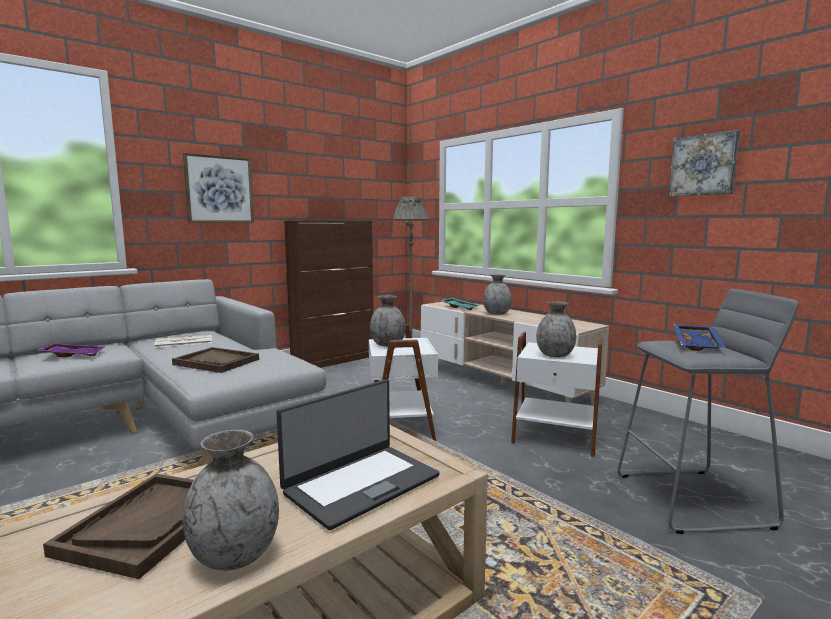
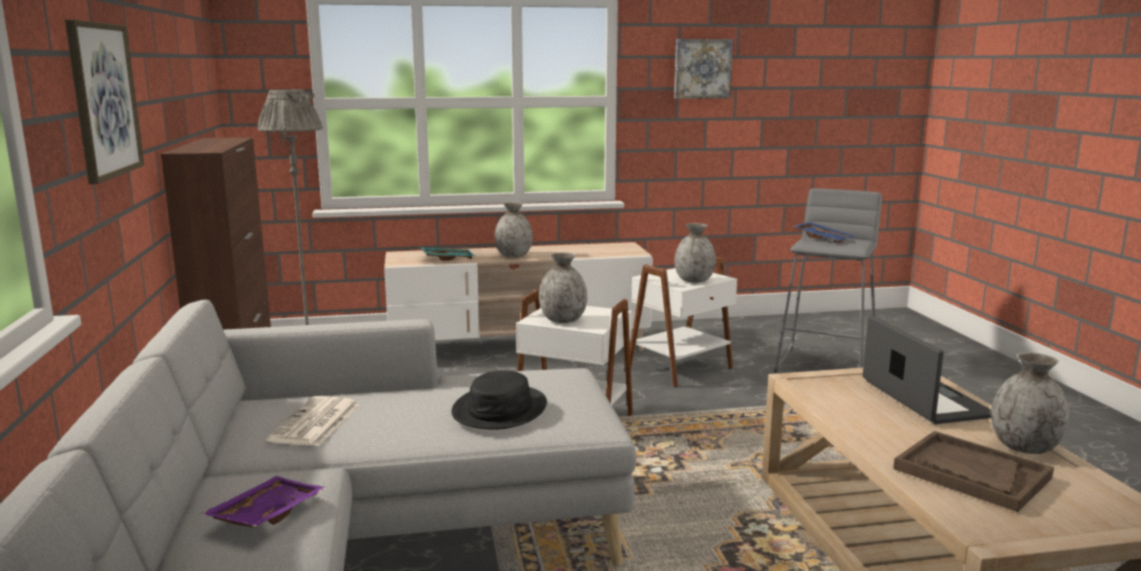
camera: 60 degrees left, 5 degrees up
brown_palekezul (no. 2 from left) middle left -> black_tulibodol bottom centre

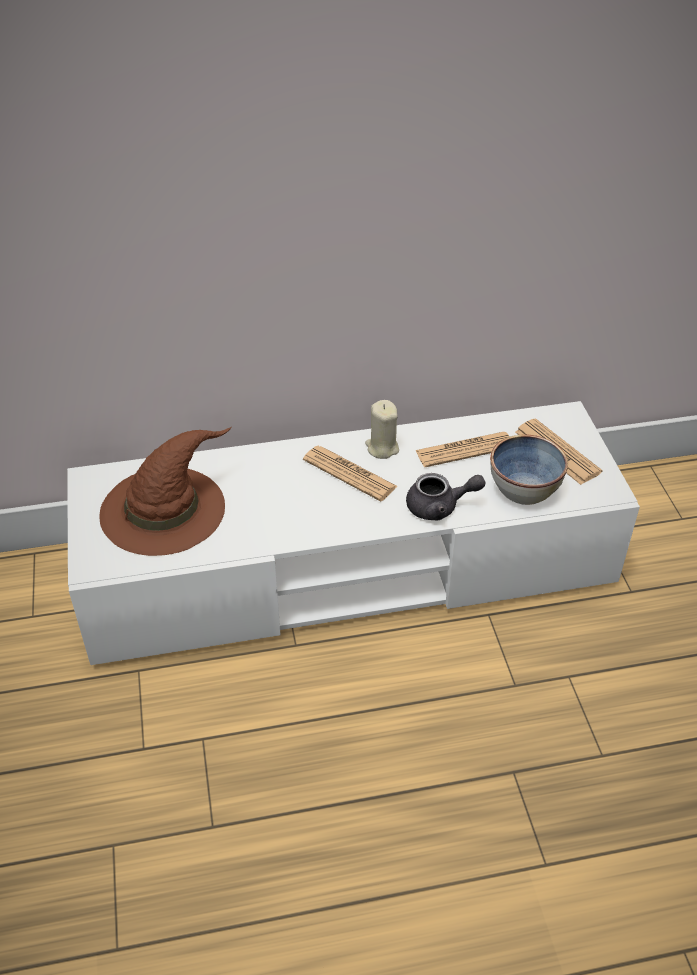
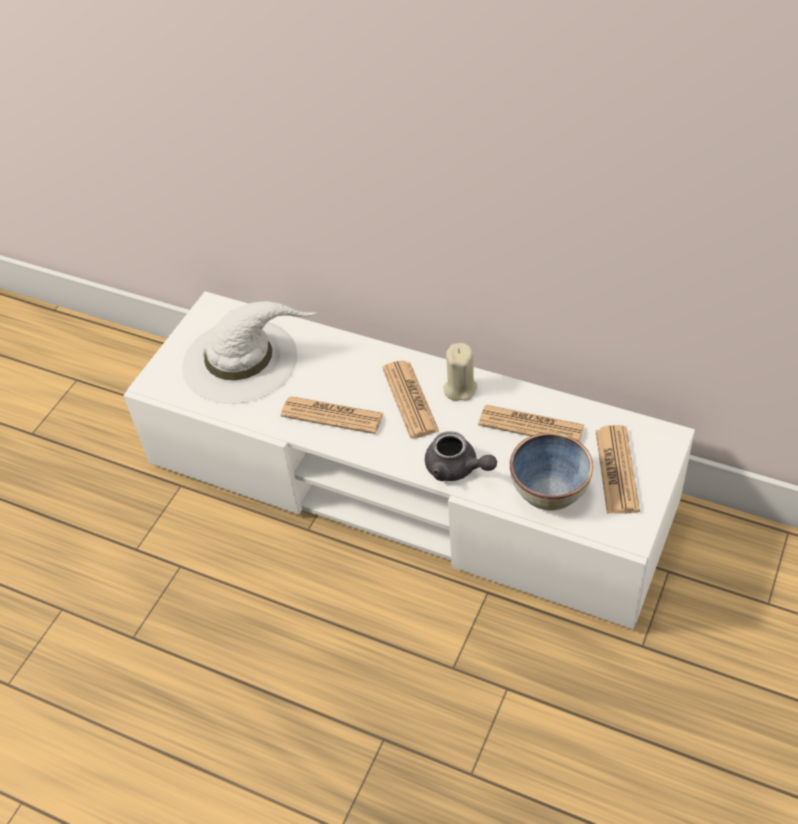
camera: 40 degrees right, 5 degrees up
brown_tulibodol middle left -> white_tulibodol middle left
none -> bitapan (no. 1 from left) centre

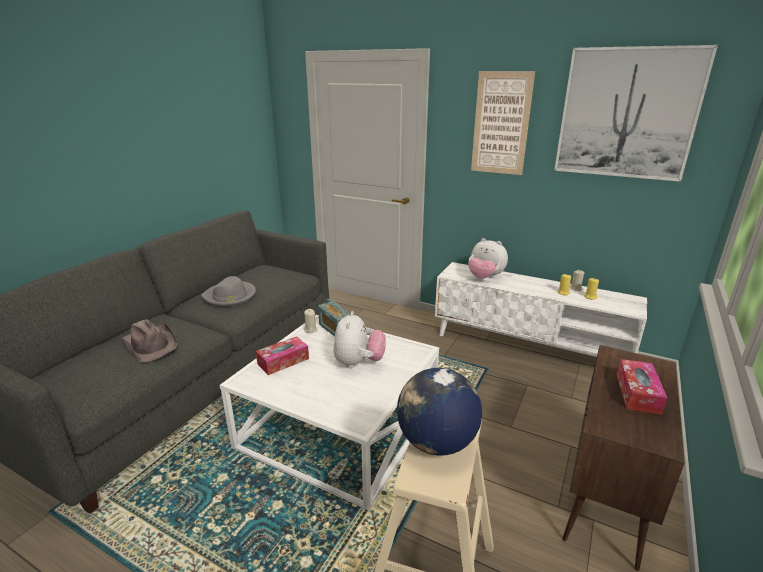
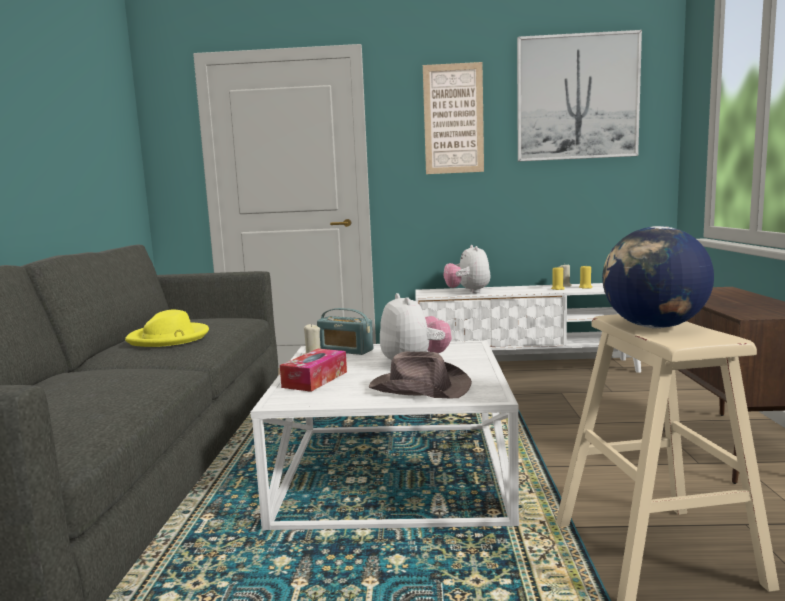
camera: 25 degrees left, 15 degrees down
brown_tulibodol middle left -> brown_tulibodol centre, relocated
grey_tulibodol middle left -> yellow_tulibodol middle left
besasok (no. 2 from left) centre, 75 degrees clockwise
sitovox (no. 2 from left) bottom right -> none

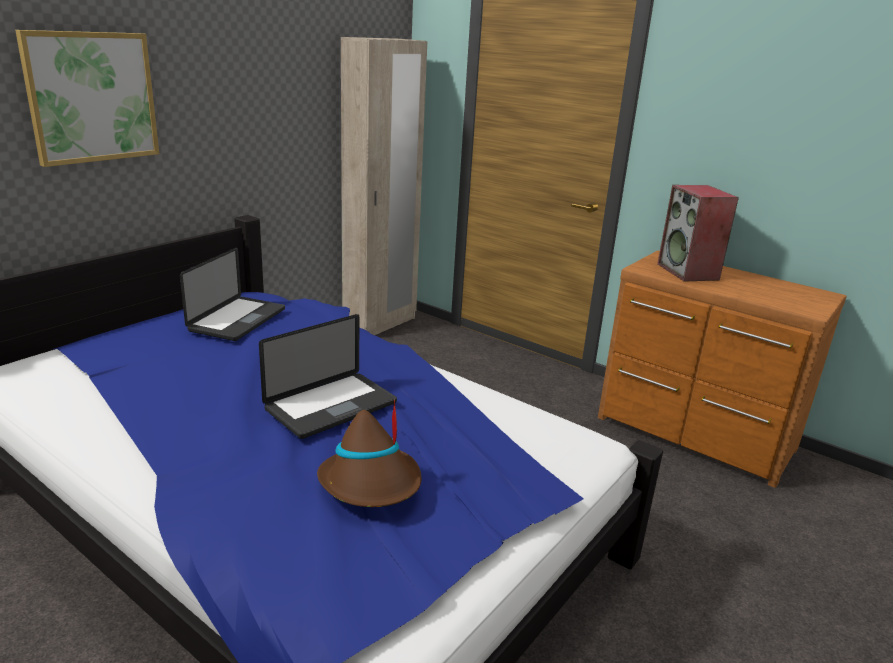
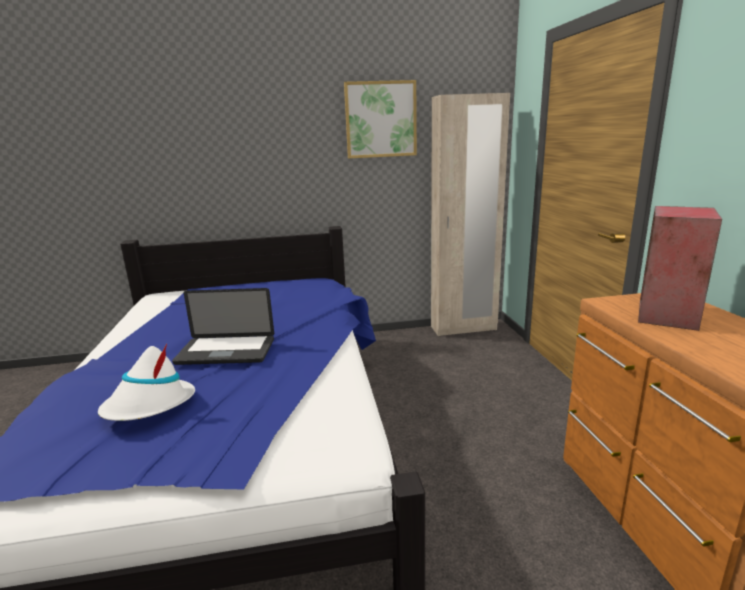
camera: 45 degrees right, 5 degrees down
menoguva top left -> menoguva top centre, relocated
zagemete (no. 1 from left) middle left -> none
brown_tulibodol bottom centre -> white_tulibodol middle left

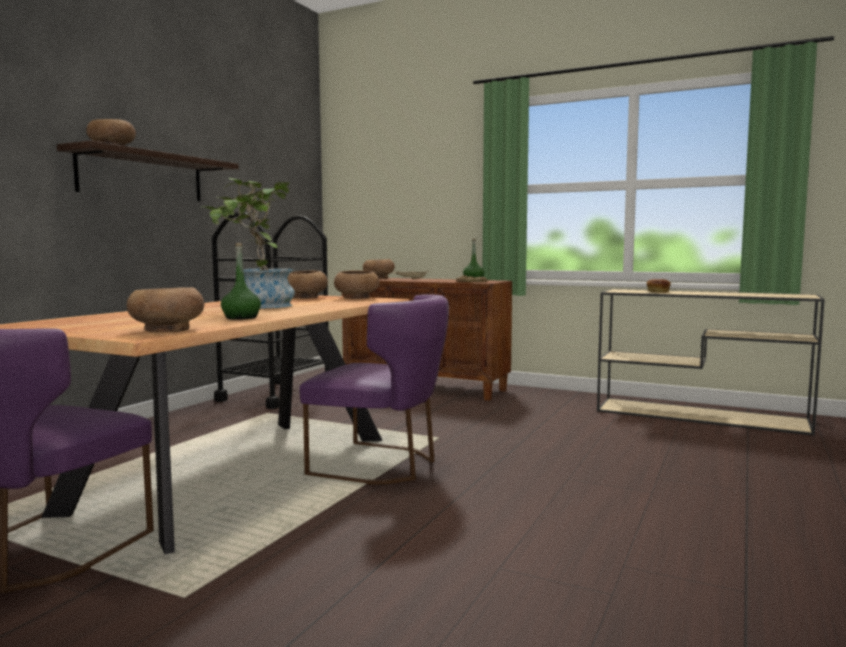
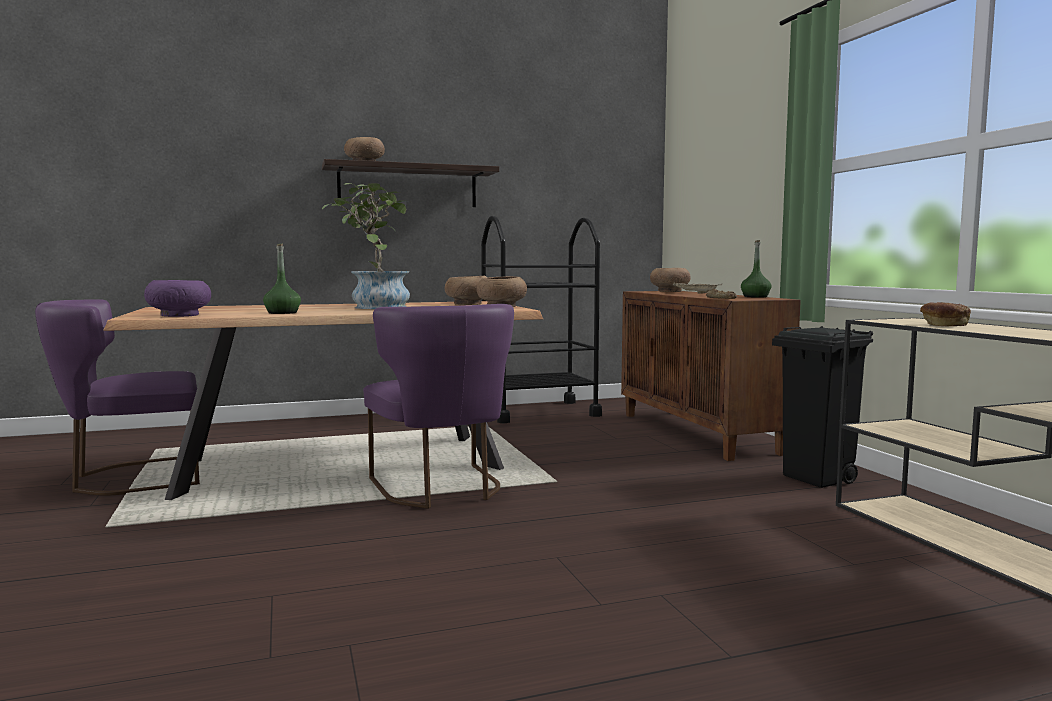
camera: 45 degrees right, 0 degrees up
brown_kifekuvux (no. 2 from left) middle left -> purple_kifekuvux middle left
none -> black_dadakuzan middle right

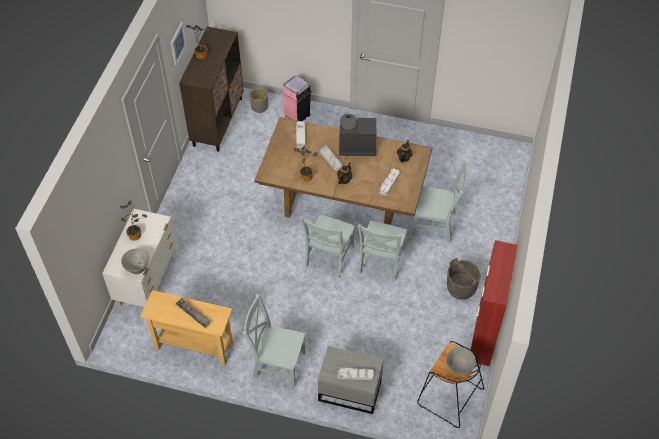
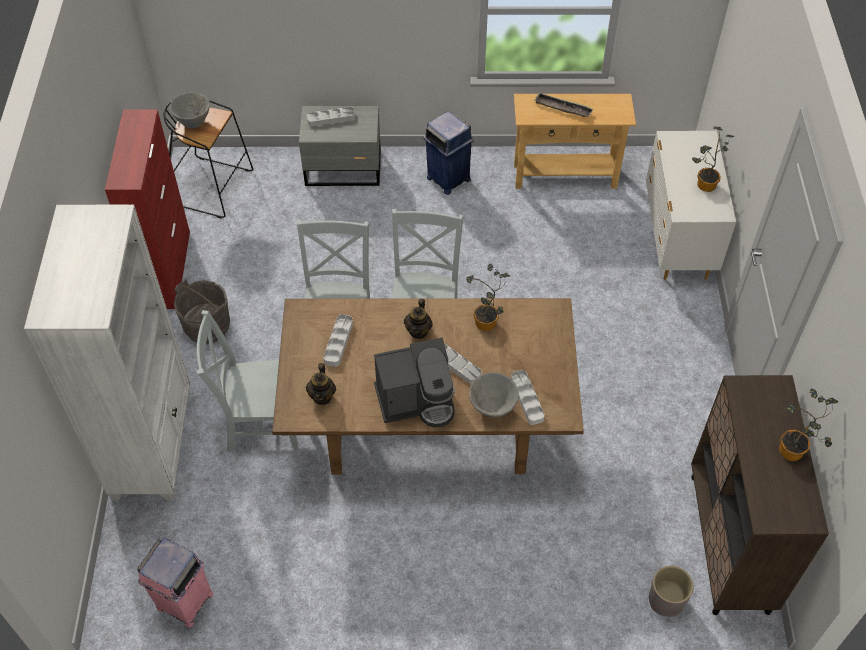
camera: 165 degrees right, 0 degrees up
grey_kifekuvux (no. 1 from left in the first image) middle left -> grey_kifekuvux (no. 2 from left) centre, relocated
menoguva top left -> none
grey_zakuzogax (no. 1 from left) bottom centre -> blue_dadakuzan top centre
pink_dadakuzan top centre -> pink_dadakuzan bottom left, relocated
none -> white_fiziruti middle left

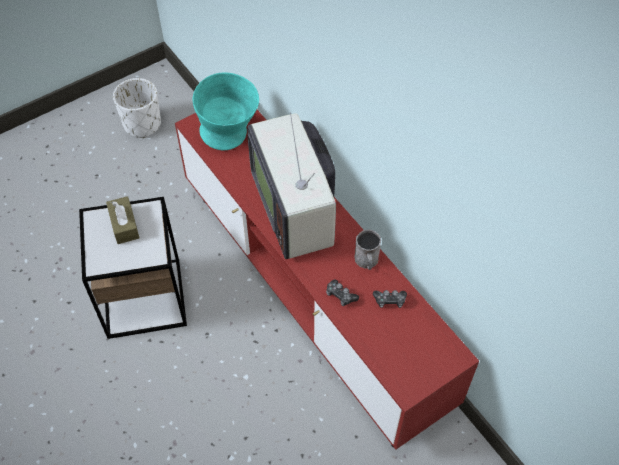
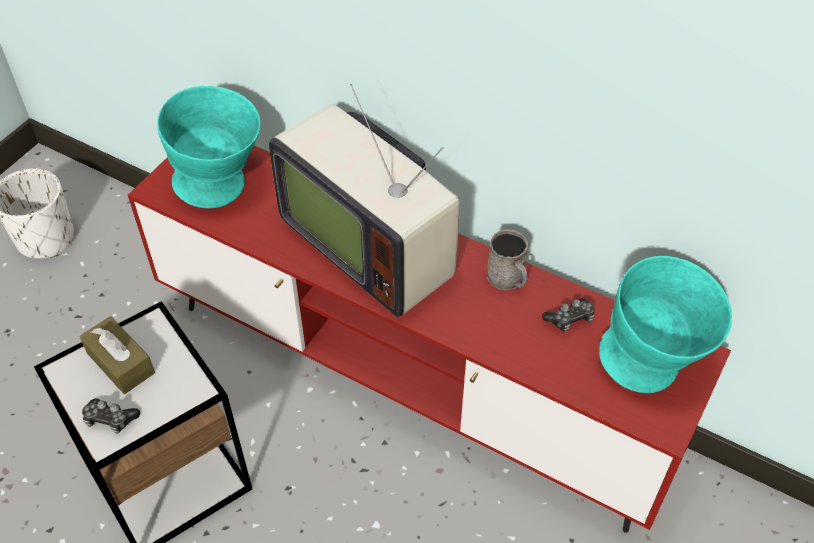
camera: 25 degrees left, 5 degrees down
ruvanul (no. 1 from left) centre -> ruvanul (no. 1 from left) bottom left, relocated
none -> turquoise_kifekuvux (no. 2 from left) middle right

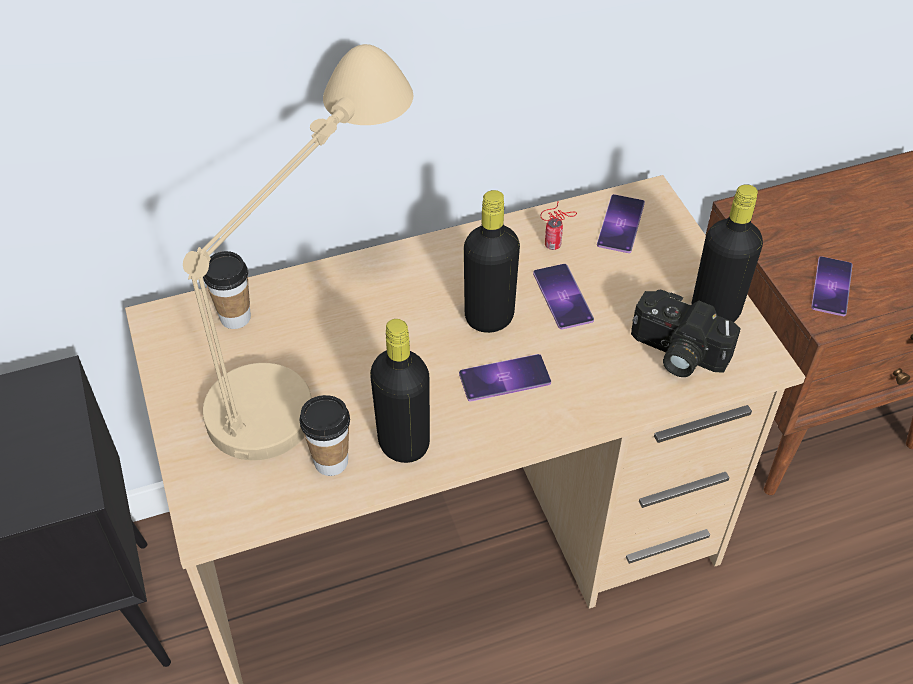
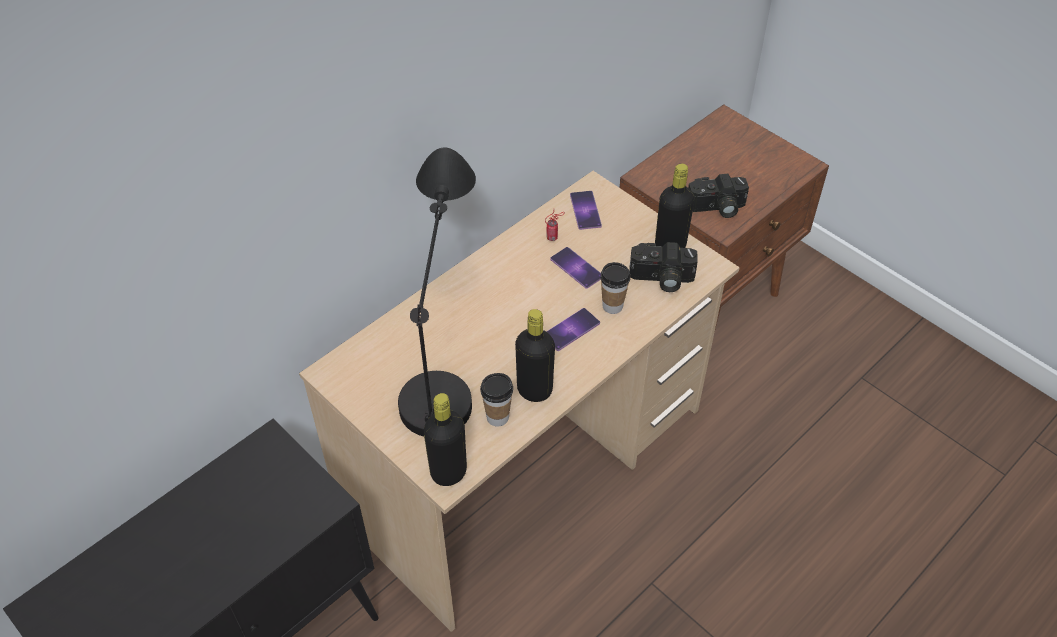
camera: 25 degrees left, 0 degrees up
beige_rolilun middle left -> black_rolilun centre
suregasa (no. 1 from left in the first image) middle left -> suregasa (no. 2 from left) centre, relocated
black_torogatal (no. 2 from left in the first image) centre -> black_torogatal (no. 1 from left) bottom centre, relocated
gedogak (no. 4 from left) middle right -> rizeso (no. 2 from left) top right

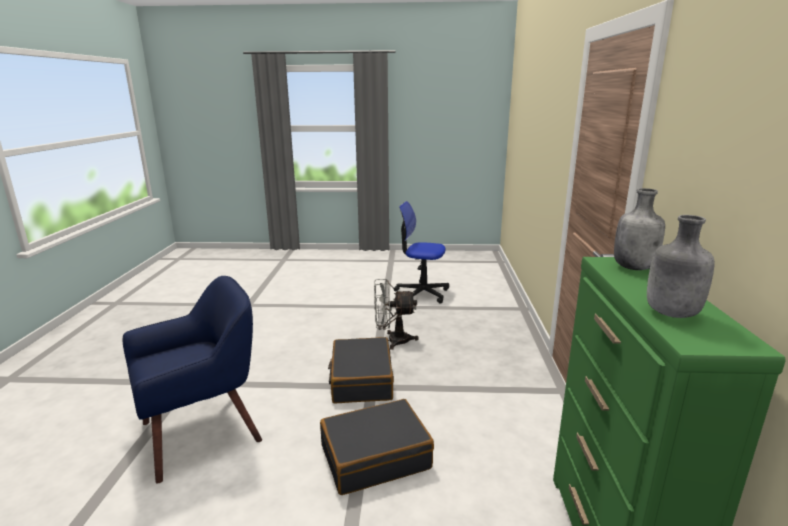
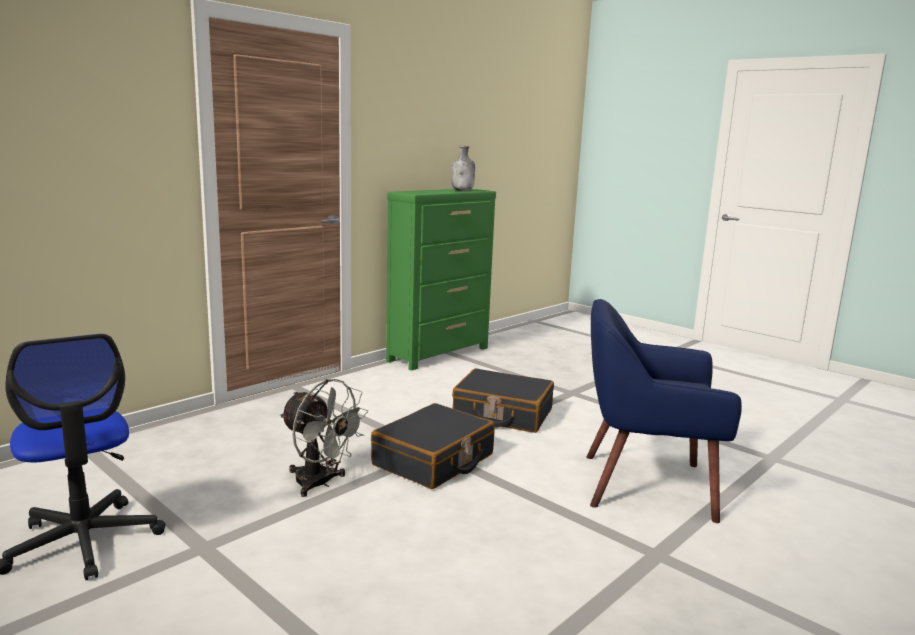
camera: 140 degrees left, 5 degrees down
grey_torogatal (no. 1 from left) middle right -> none

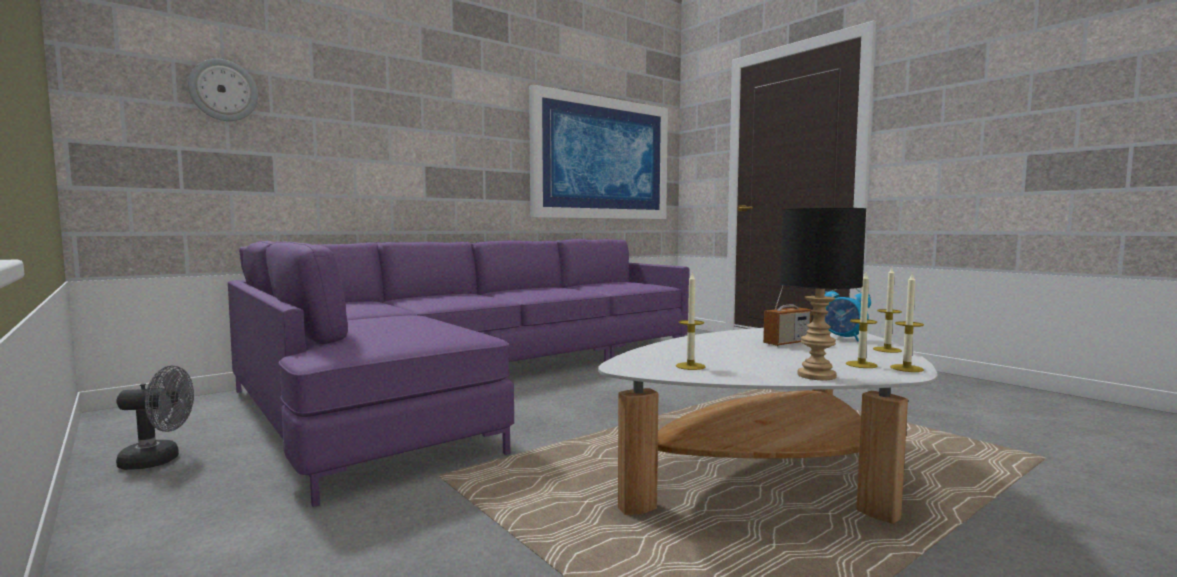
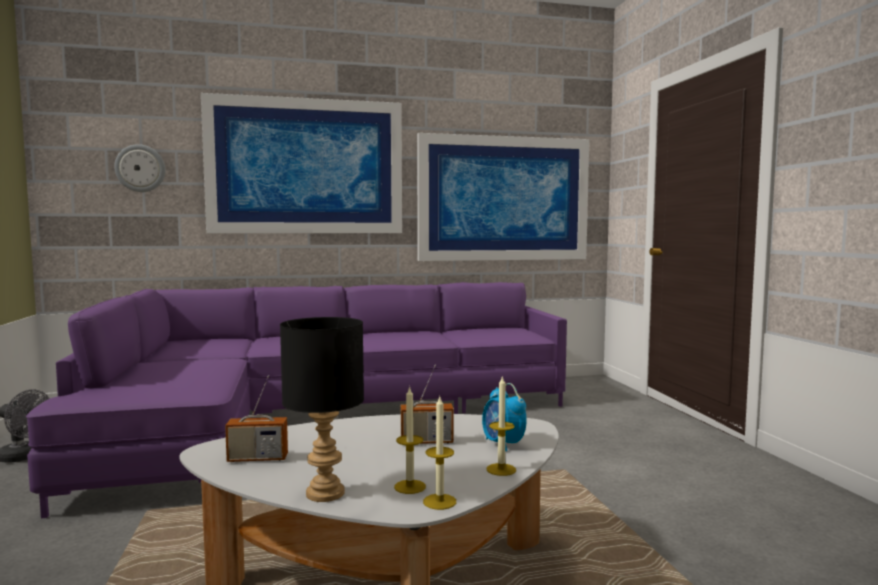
camera: 25 degrees right, 0 degrees up
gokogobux (no. 1 from left) centre -> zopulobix (no. 1 from left) bottom left
none -> menoguva (no. 1 from left) top centre

